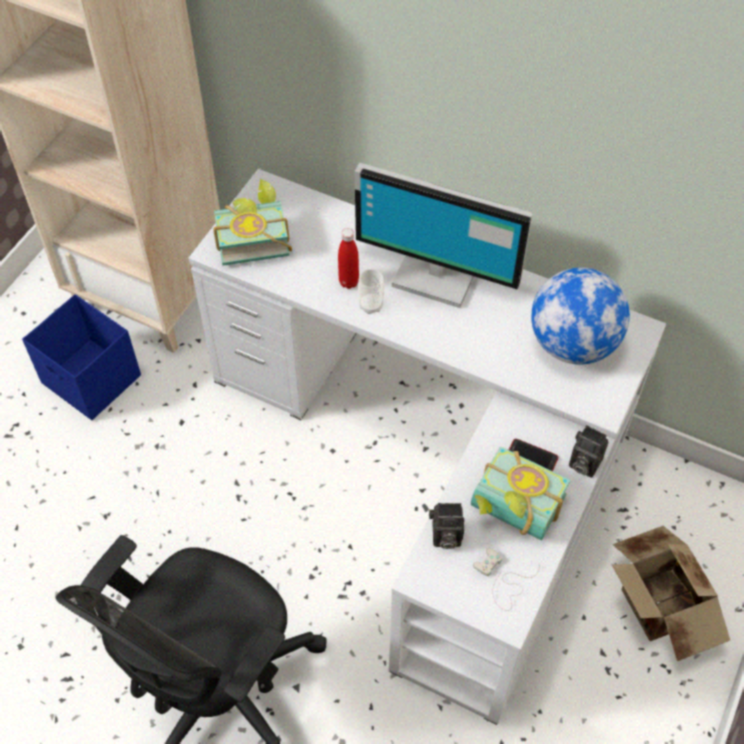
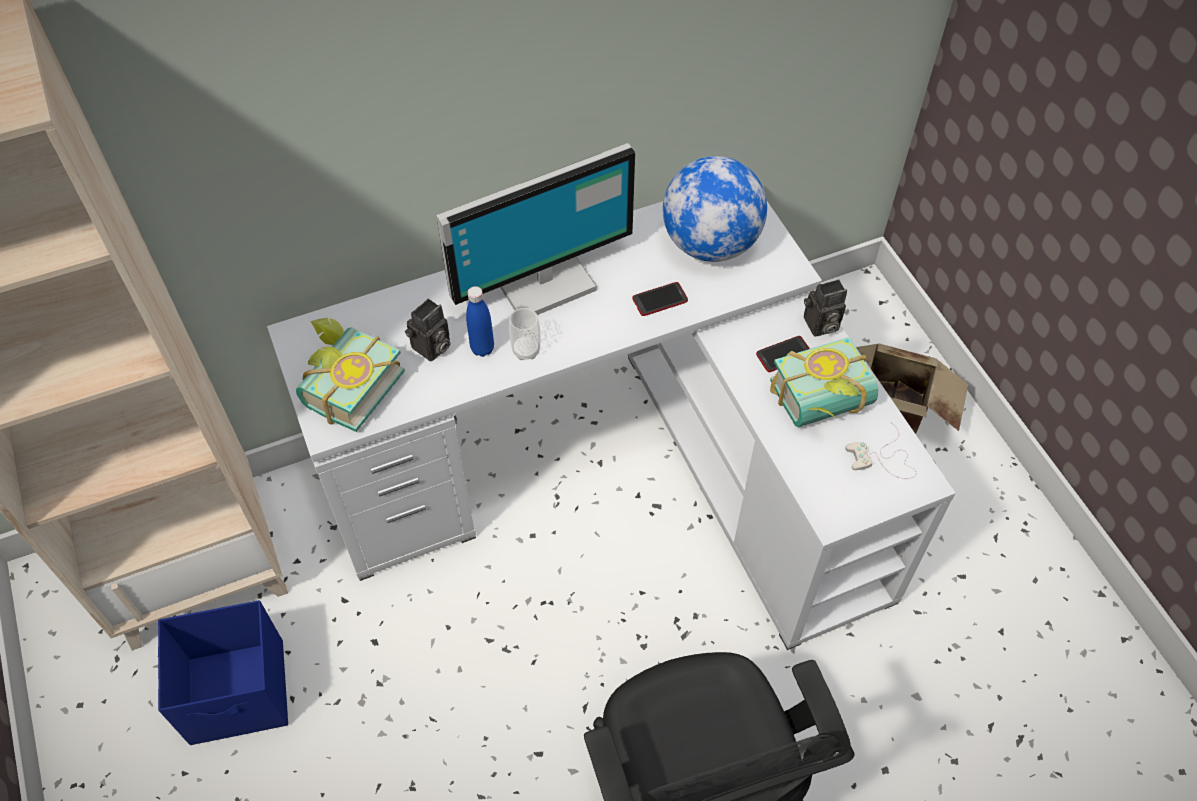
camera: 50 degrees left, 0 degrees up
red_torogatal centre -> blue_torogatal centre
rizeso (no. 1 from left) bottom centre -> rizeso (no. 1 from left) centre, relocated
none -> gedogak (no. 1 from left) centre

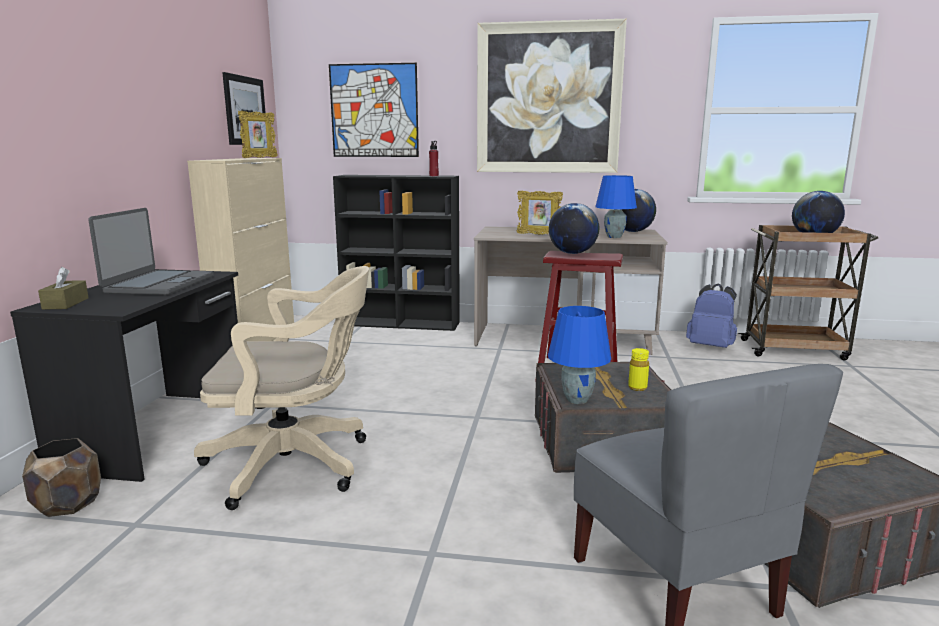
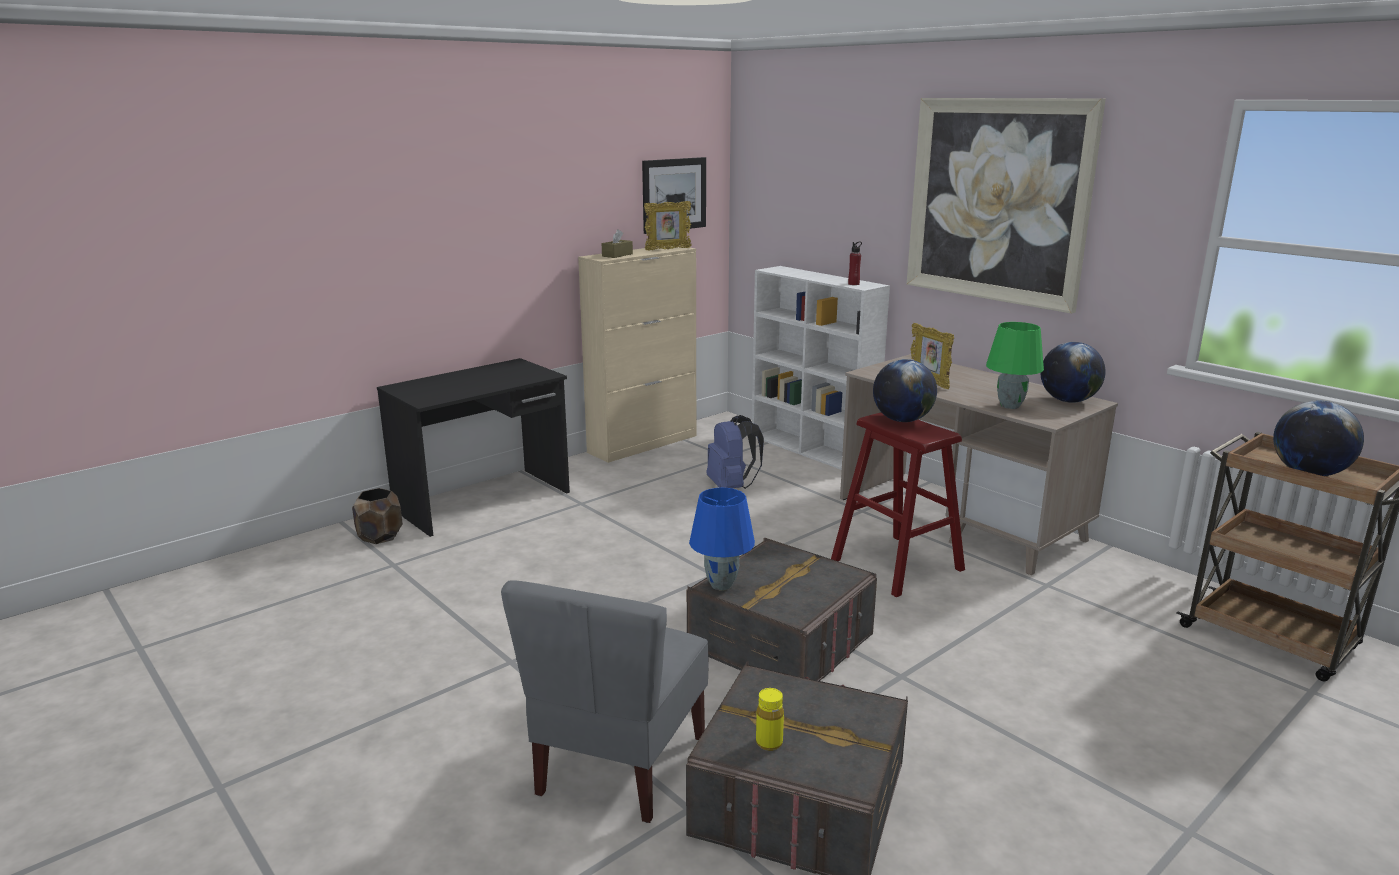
camera: 40 degrees right, 5 degrees up
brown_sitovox middle left -> brown_sitovox top centre, relocated
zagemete middle left -> none
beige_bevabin middle left -> none
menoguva (no. 2 from left) top centre -> none
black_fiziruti centre -> white_fiziruti centre
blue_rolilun (no. 2 from left) top centre -> green_rolilun middle right
yellow_torogatal middle right -> yellow_torogatal bottom centre, relocated
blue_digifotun middle right -> blue_digifotun centre, relocated

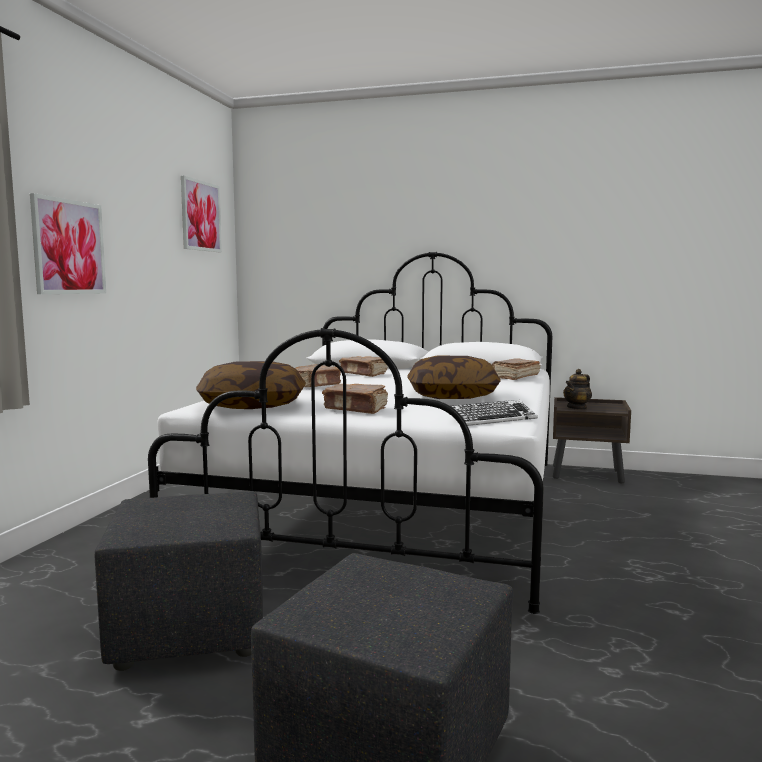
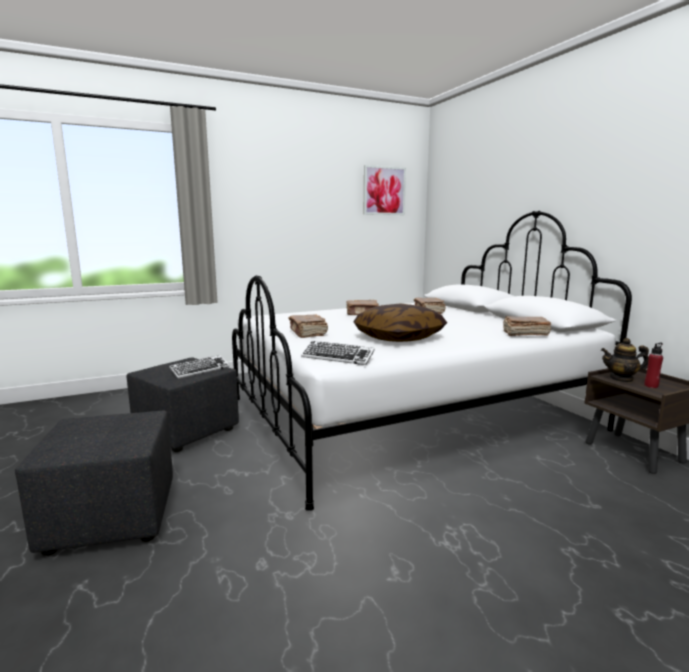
camera: 50 degrees right, 5 degrees up
menoguva (no. 1 from left) top left -> none
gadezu (no. 1 from left) middle left -> none
none -> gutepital (no. 1 from left) middle left
none -> red_torogatal middle right

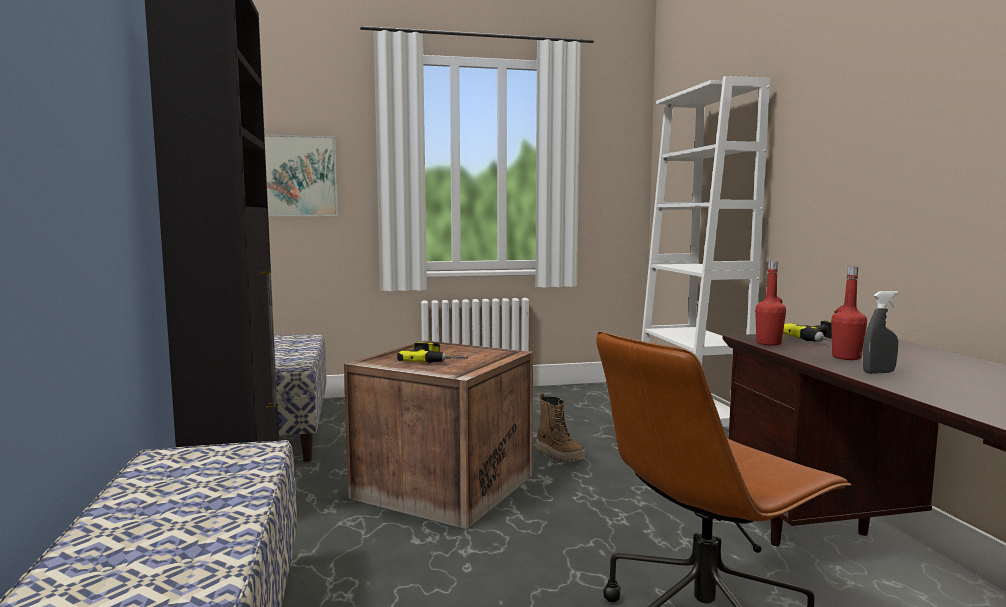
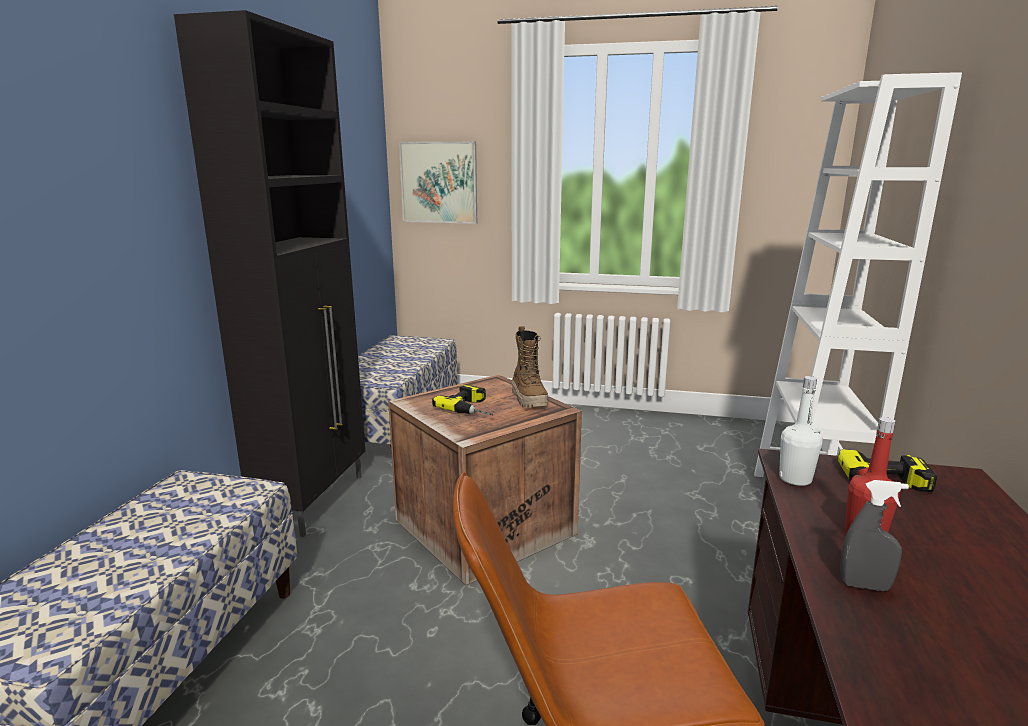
camera: 25 degrees right, 10 degrees up
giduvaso bottom centre -> giduvaso centre, relocated
red_torogatal (no. 1 from left) middle right -> white_torogatal middle right

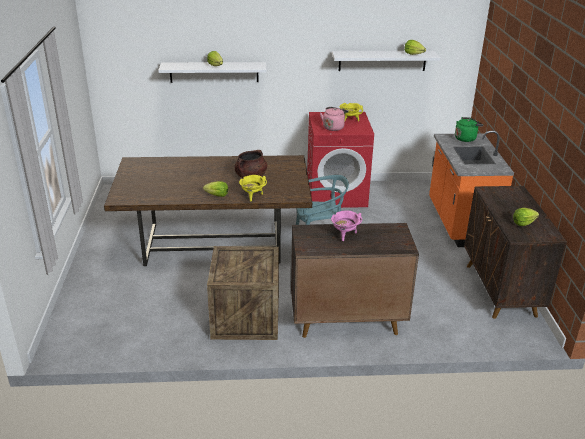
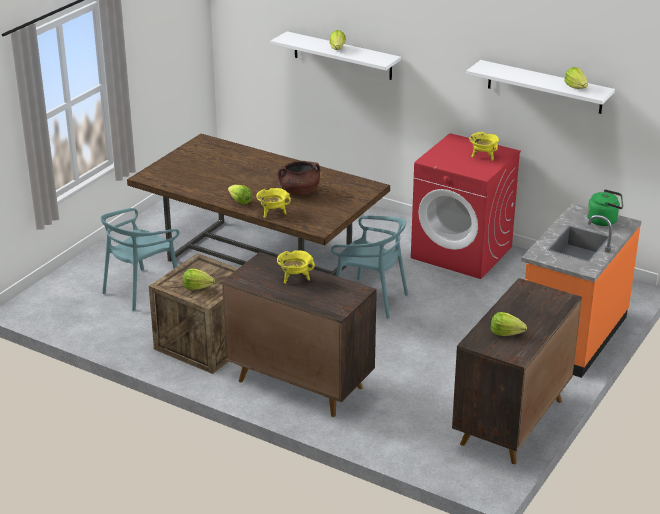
camera: 35 degrees right, 0 degrees up
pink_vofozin top centre -> none
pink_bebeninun centre -> yellow_bebeninun (no. 2 from left) centre
none -> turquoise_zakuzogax (no. 1 from left) middle left
none -> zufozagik (no. 1 from left) middle left

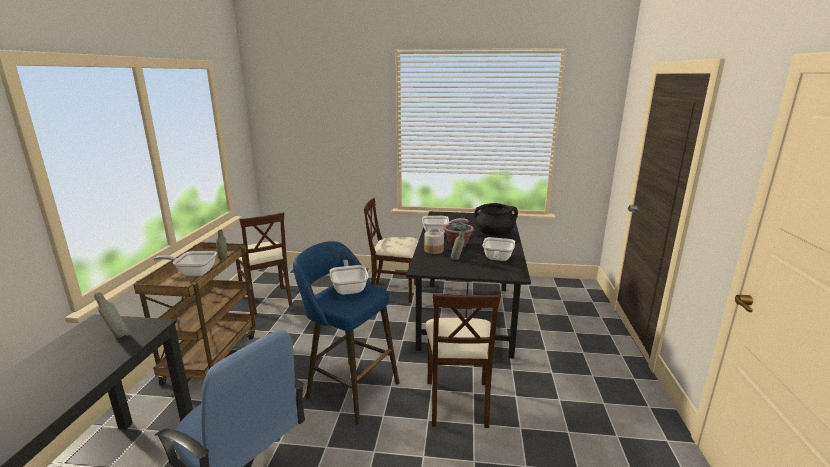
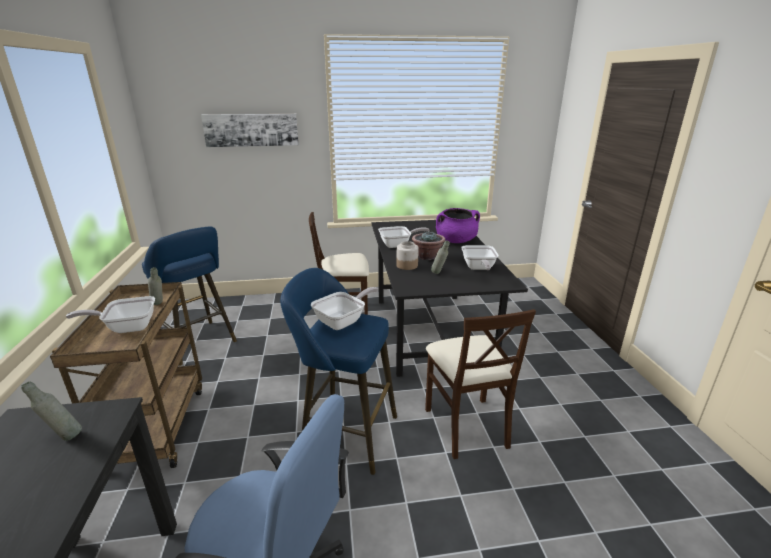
camera: 15 degrees left, 5 degrees up
beige_zakuzogax (no. 1 from left) middle left -> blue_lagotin (no. 1 from left) middle left
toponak (no. 2 from left) centre, 75 degrees clockwise
black_bebeninun centre -> purple_bebeninun centre
none -> menoguva top left

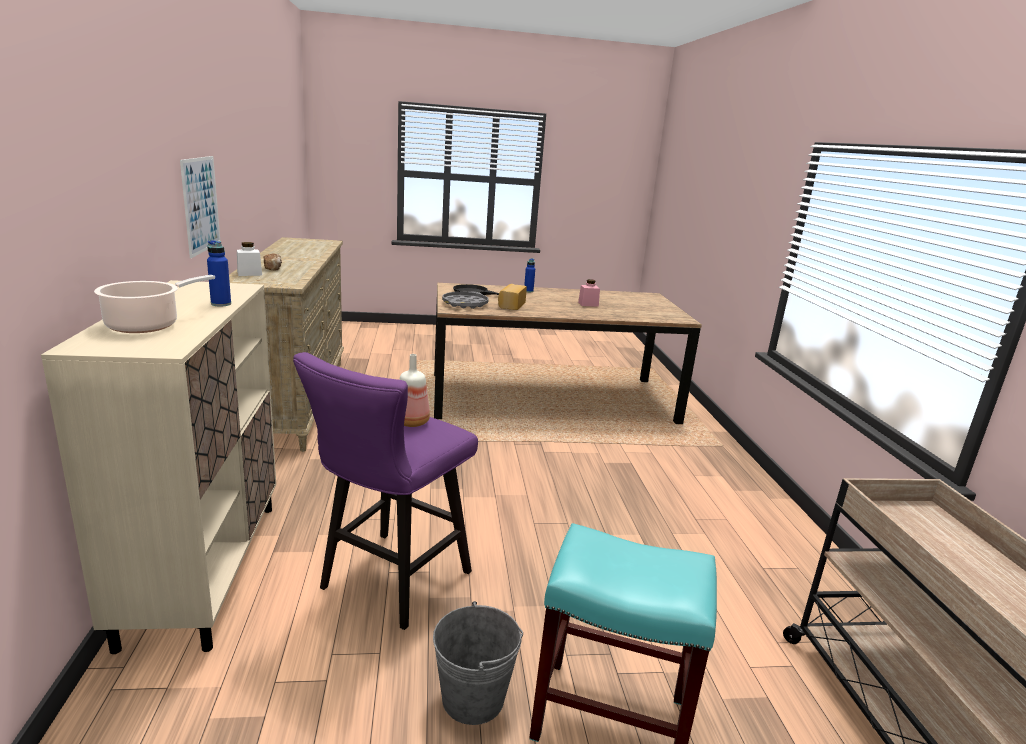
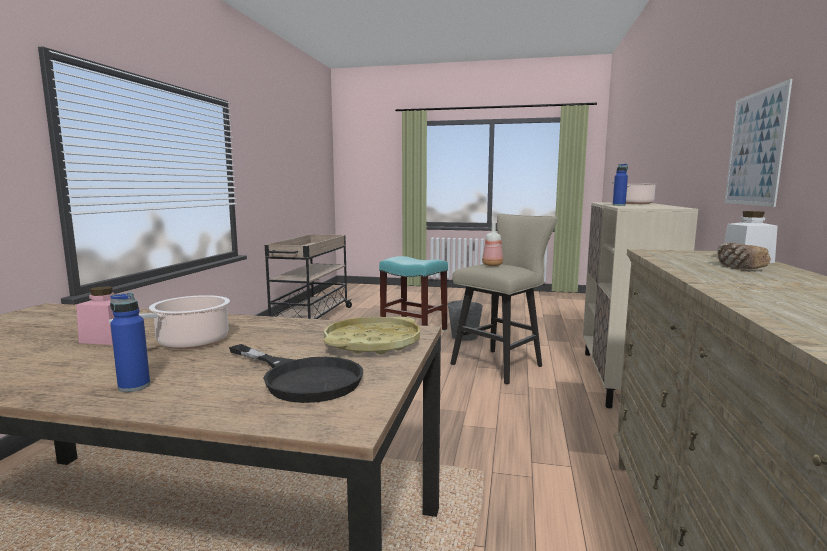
camera: 160 degrees left, 10 degrees down
purple_lagotin centre -> beige_lagotin centre
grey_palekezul centre -> yellow_palekezul centre
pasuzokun (no. 2 from left) centre -> none
none -> bebeninun (no. 1 from left) middle left

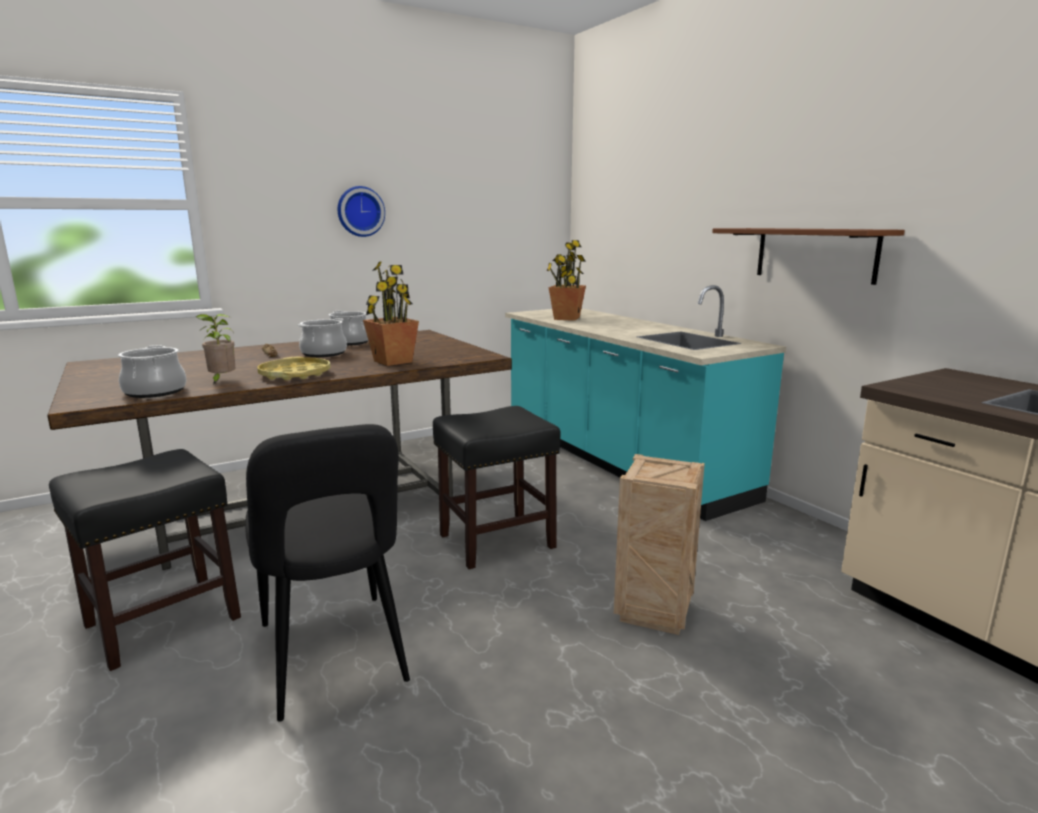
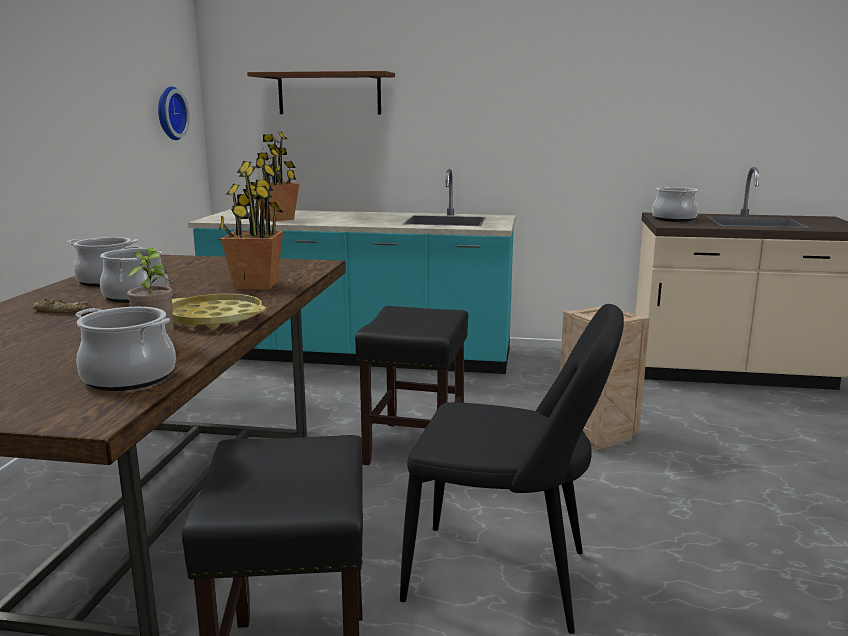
camera: 50 degrees left, 0 degrees up
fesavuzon top centre -> fesavuzon top left, relocated
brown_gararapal top right -> brown_gararapal top centre, relocated
none -> bebeninun (no. 4 from left) top right

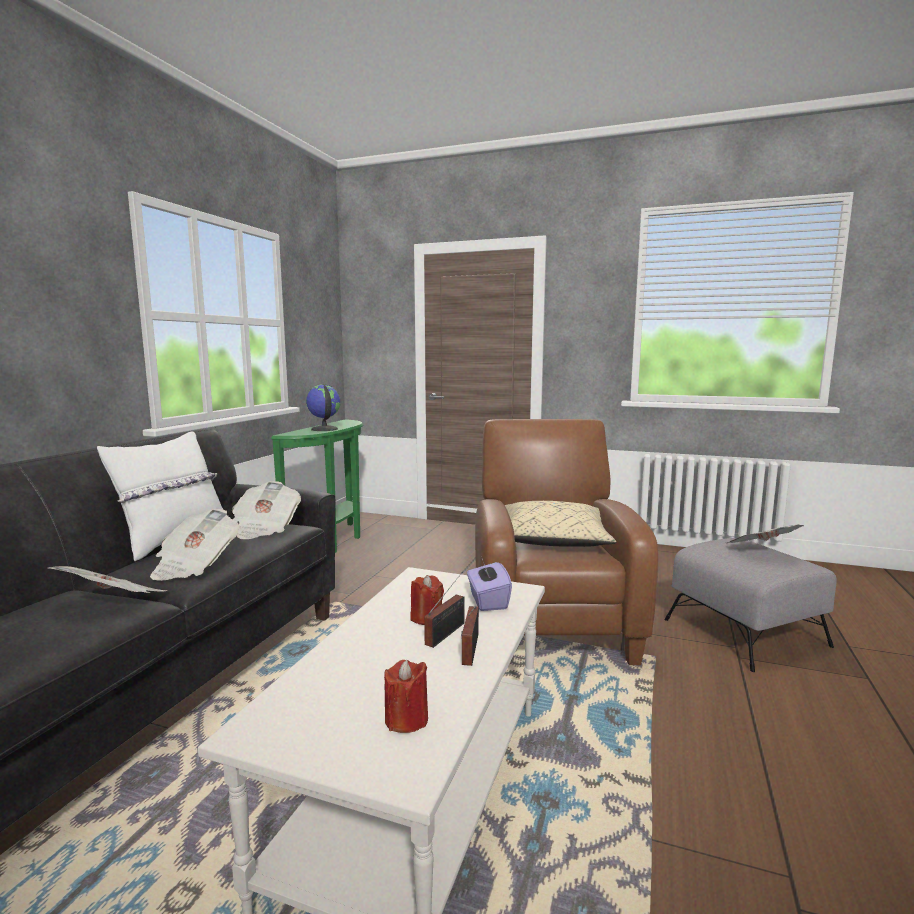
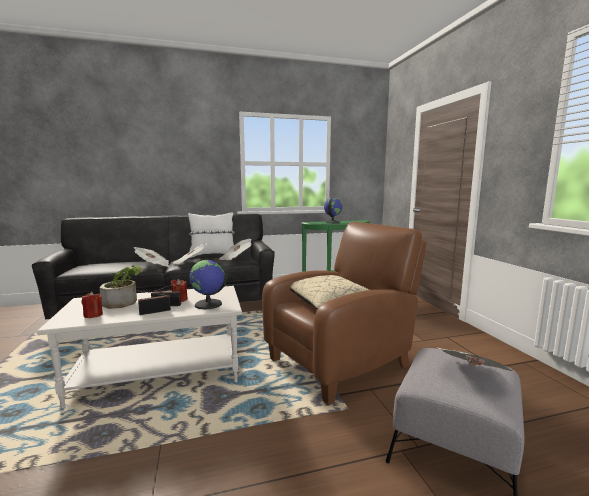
camera: 55 degrees right, 0 degrees up
purple_sitovox centre -> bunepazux (no. 1 from left) centre
none -> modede middle left

